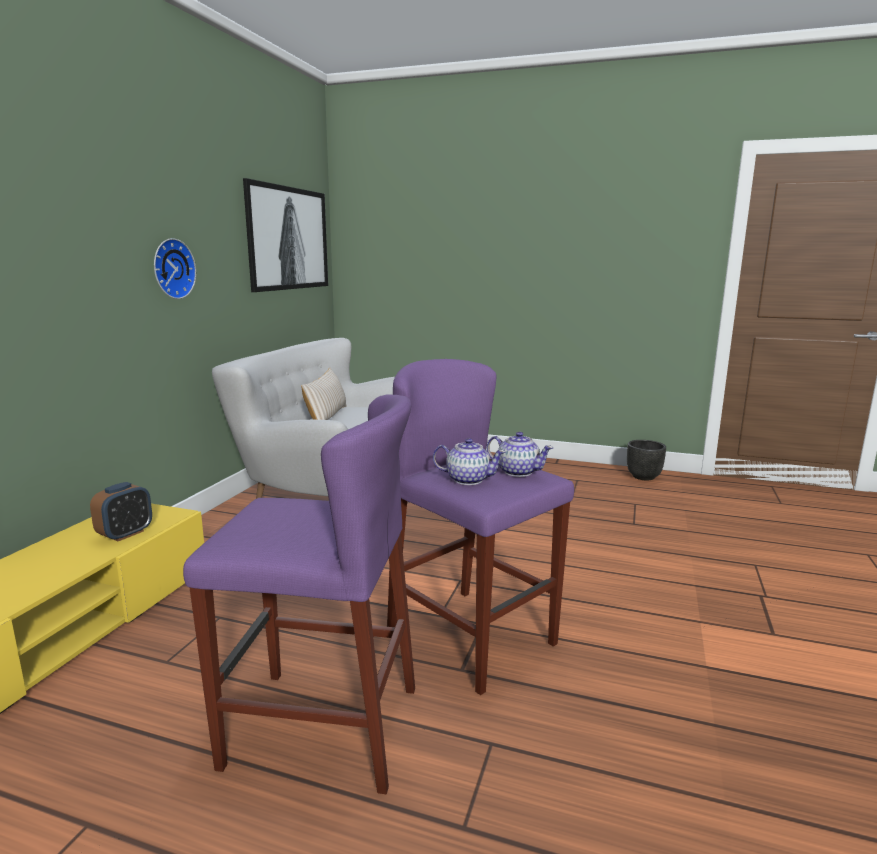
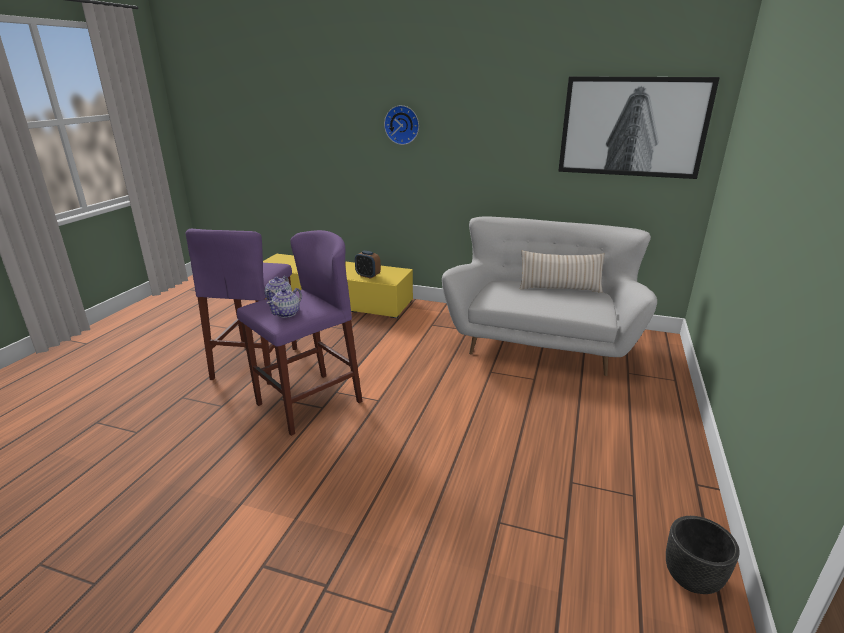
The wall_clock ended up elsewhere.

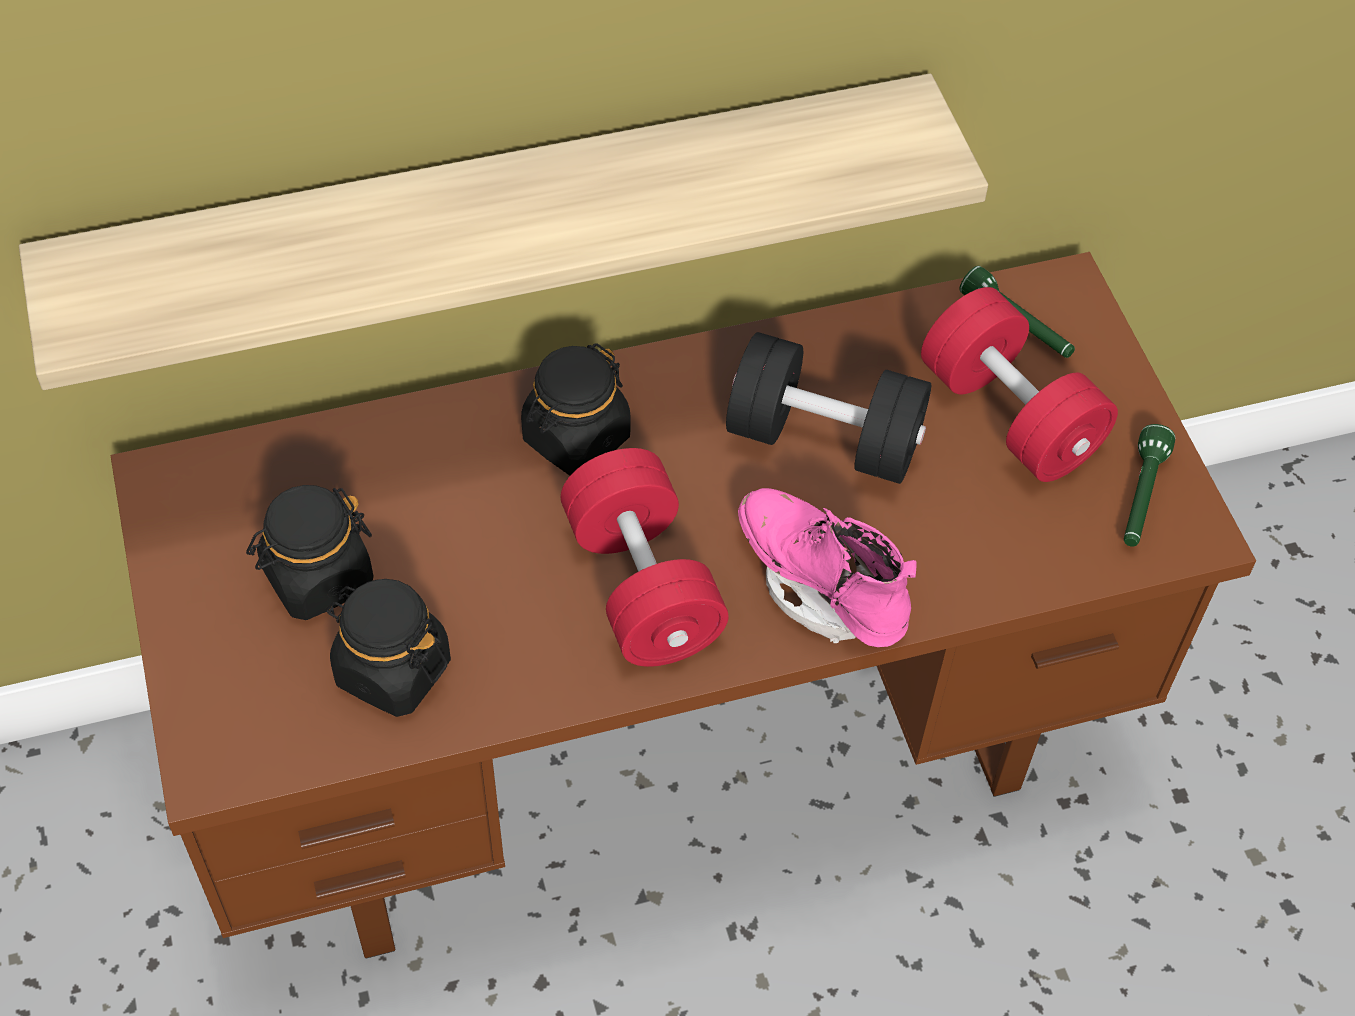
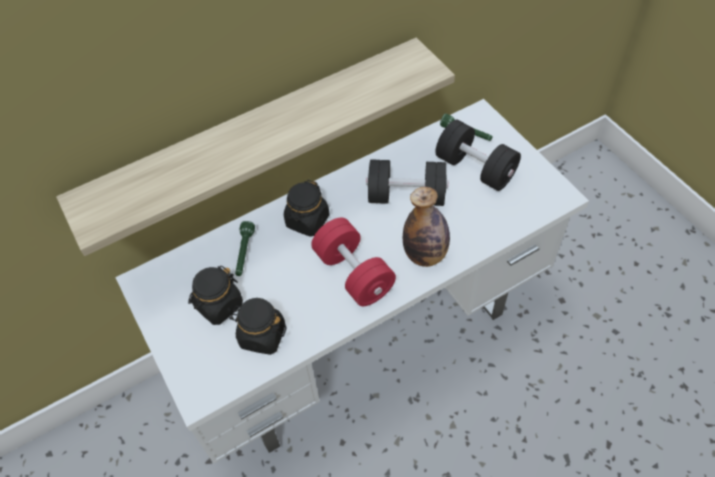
What was the brown_desk turned into the white_desk. What was the red_dumbbell (2nd from left) turned into the black_dumbbell (2nd from left). The green_flashlight (2nd from left in the first image) ended up elsewhere. Where the pink_boot stood, the bottle came to stand.

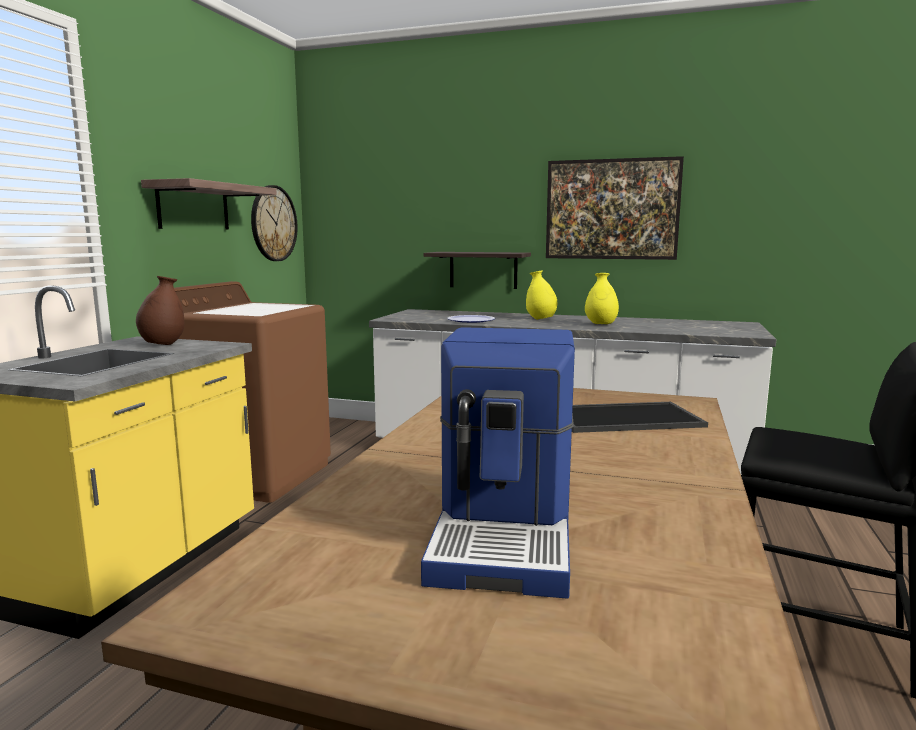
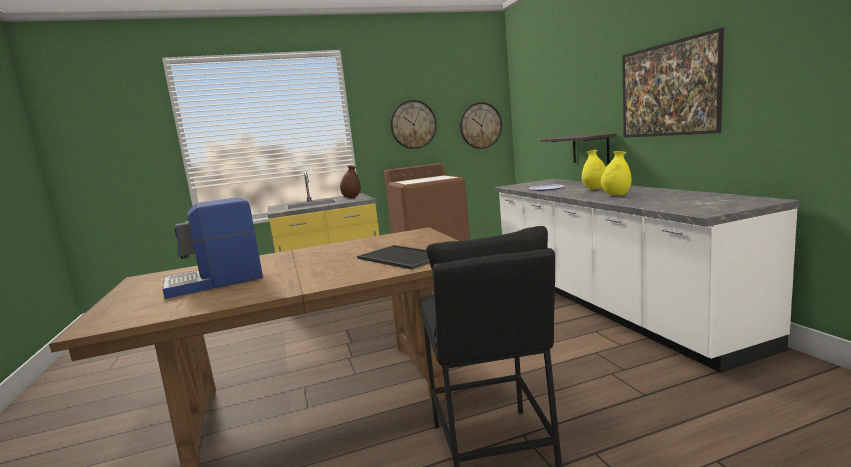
Where the shelf (1st from left) hung, the wall_clock (1st from left) came to hang.

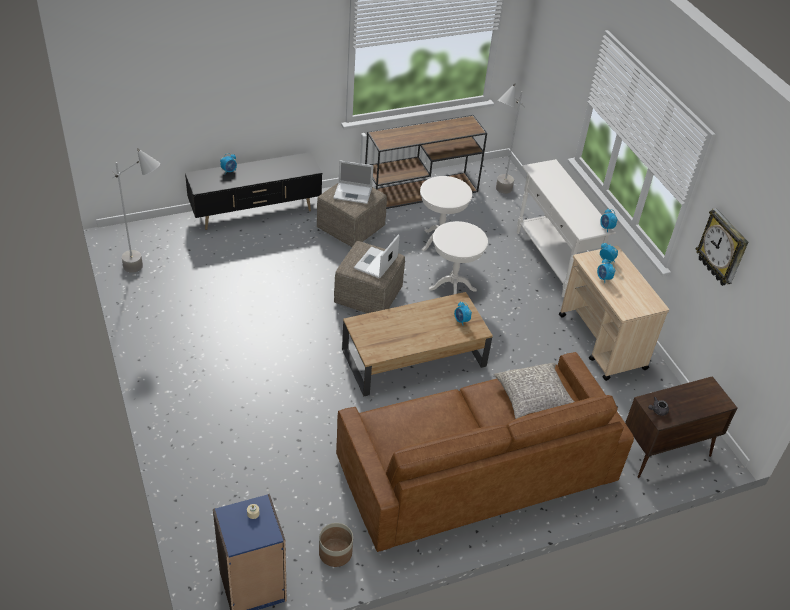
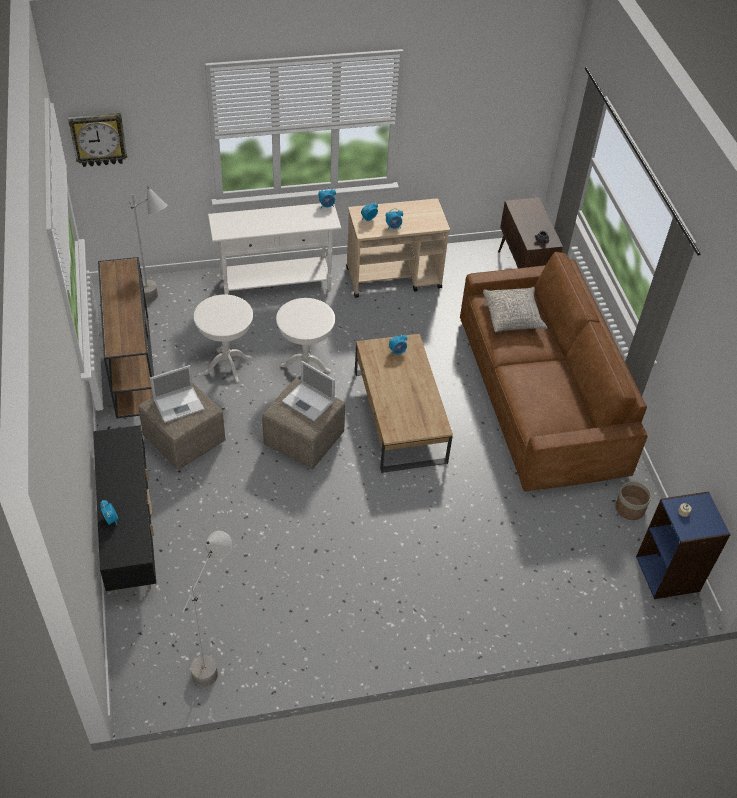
The laptop (1st from left) ended up facing another way, 45 degrees clockwise from before. The wall_clock ended up elsewhere.

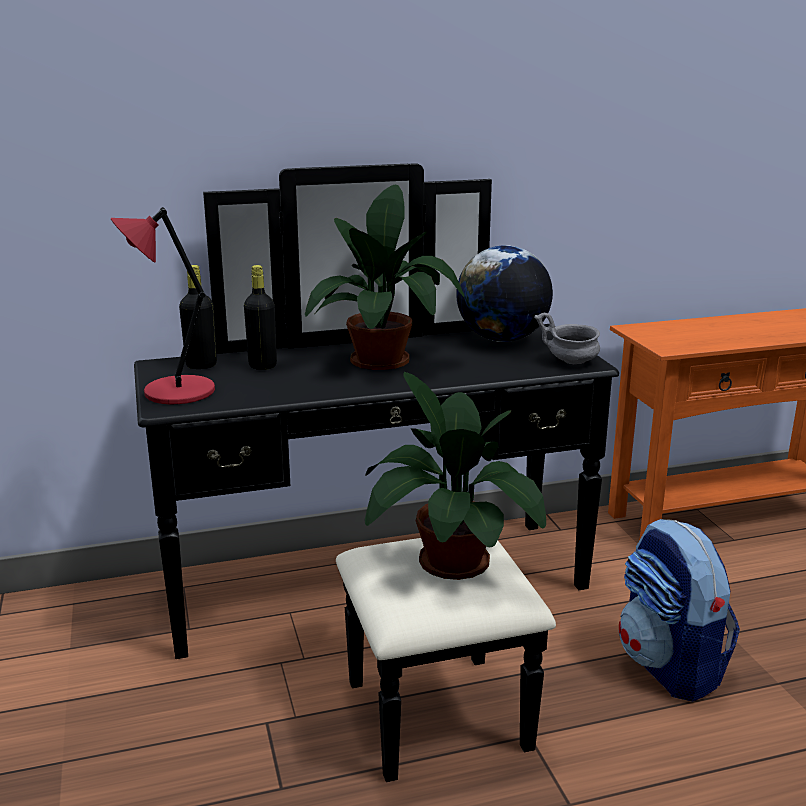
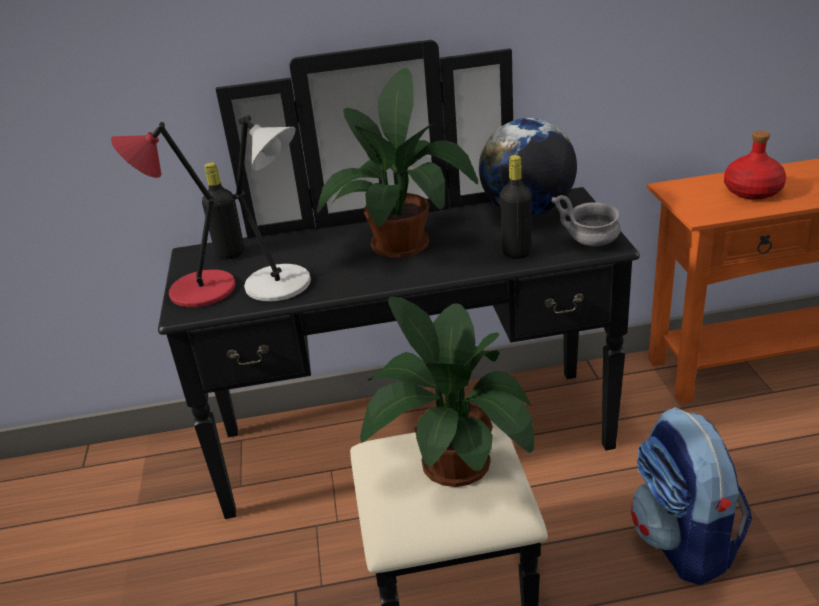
The black_bottle (2nd from left) ended up elsewhere. The second view gained the grey_table_lamp. The second view gained the red_bottle.

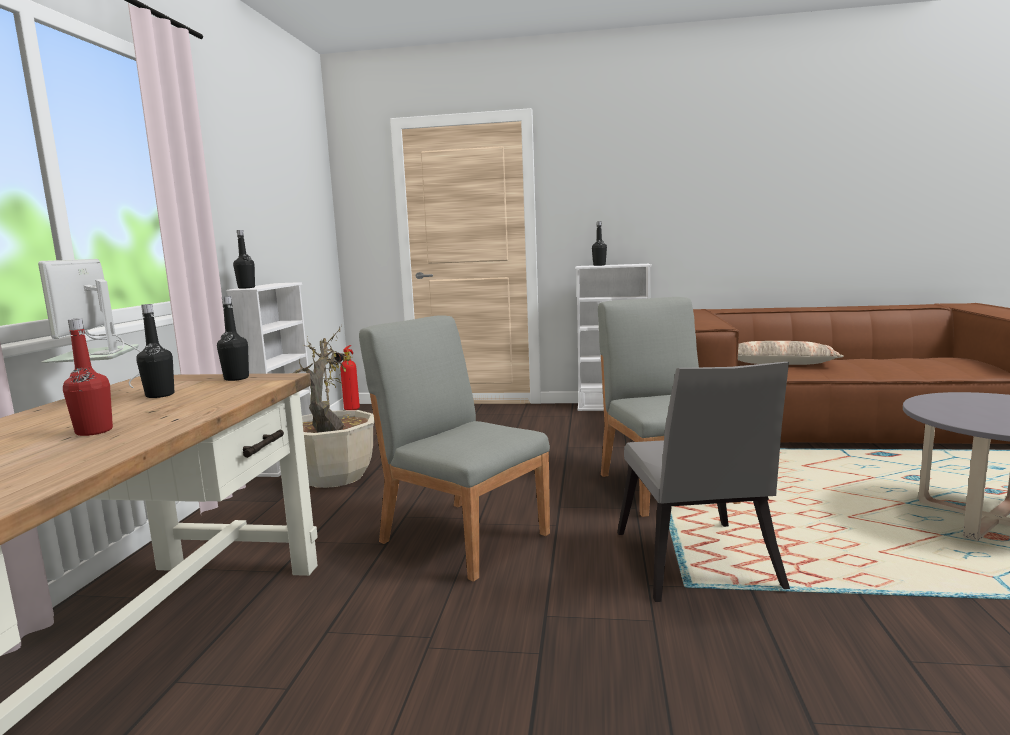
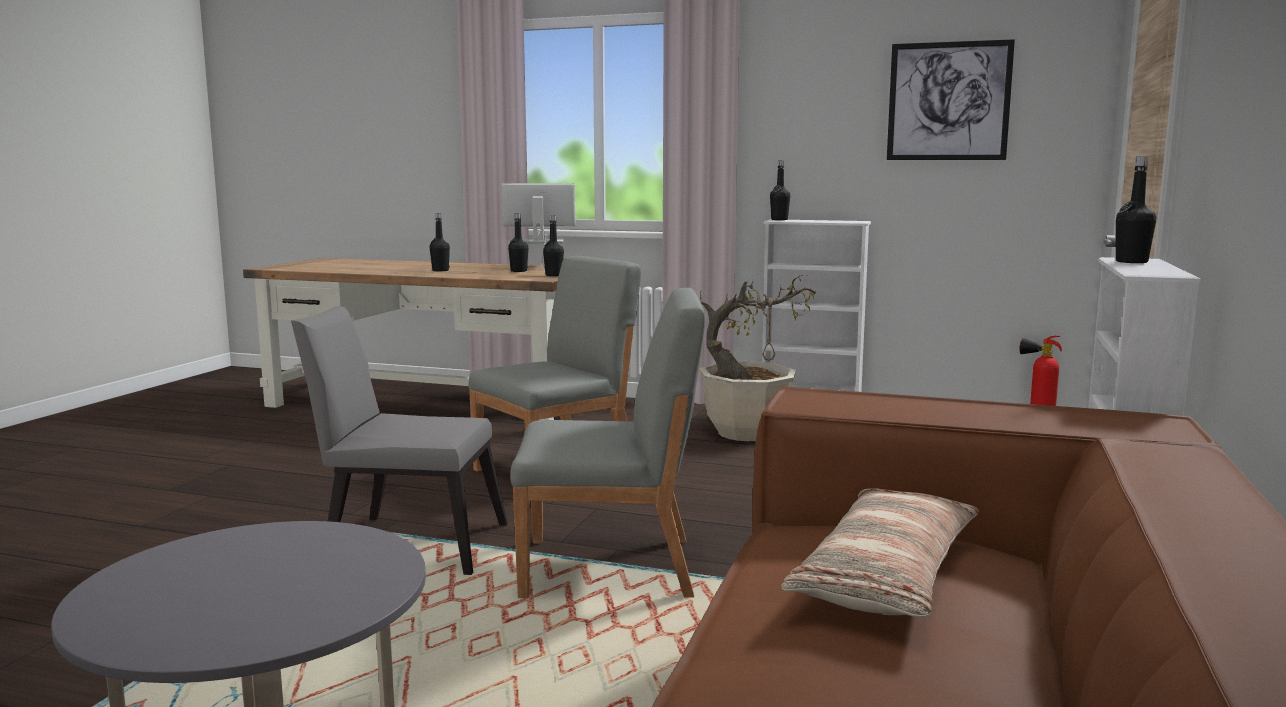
What was the red_bottle turned into the black_bottle (1st from left). The second view gained the picture.

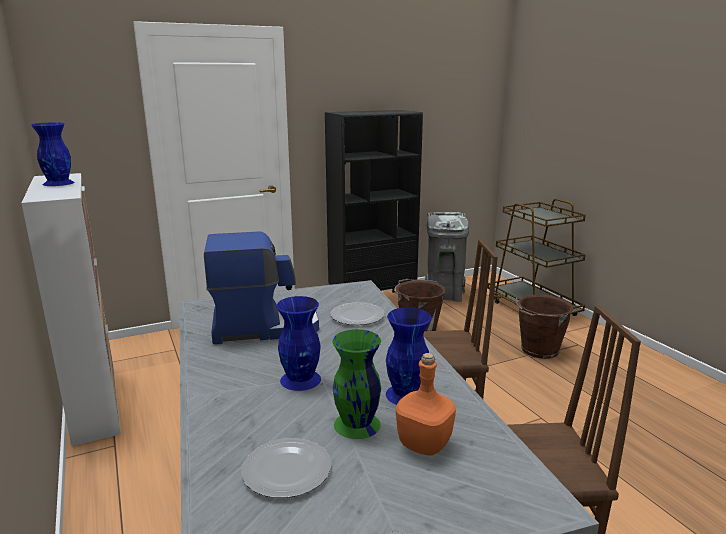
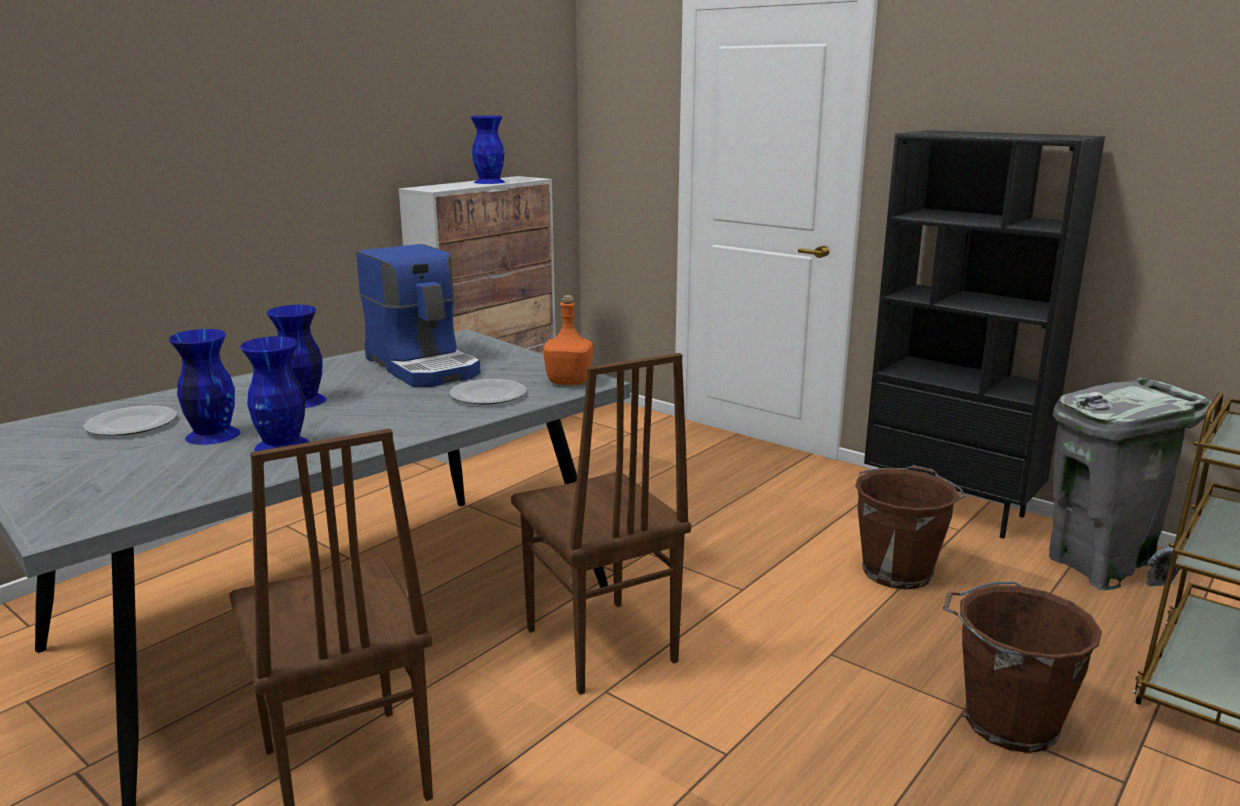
What was the green_vase turned into the blue_vase (1st from left). The orange_bottle ended up elsewhere.

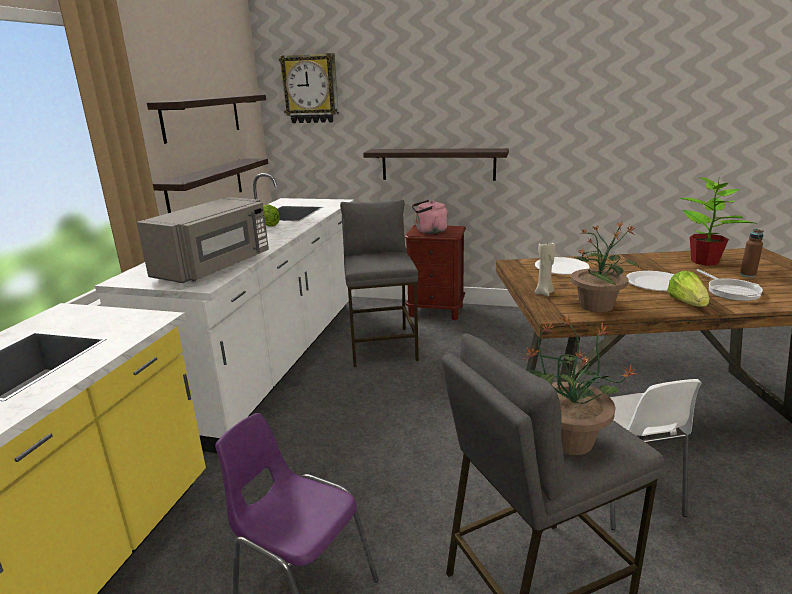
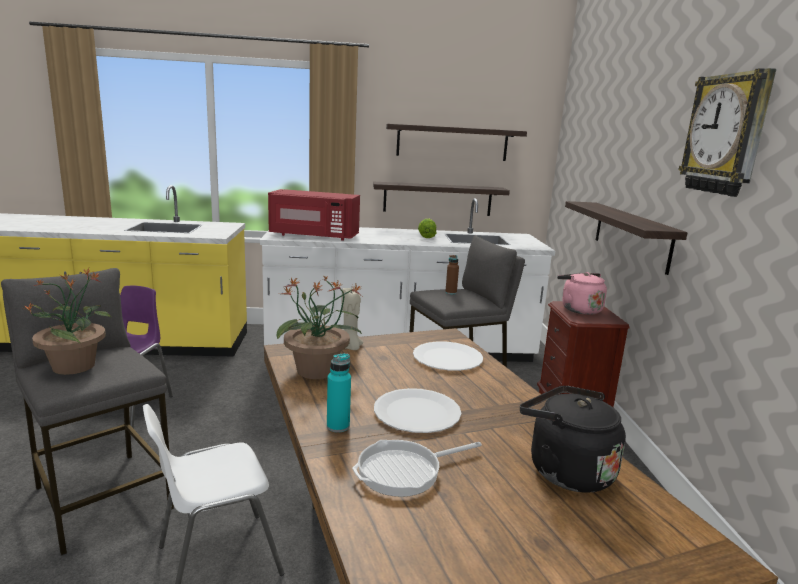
The wall_clock ended up elsewhere. Where the potted_plant (3rd from left) stood, the black_kettle came to stand. What was the grey_microwave turned into the red_microwave. The brown_bottle ended up elsewhere. Where the lettuce (2nd from left) stood, the turquoise_bottle came to stand.

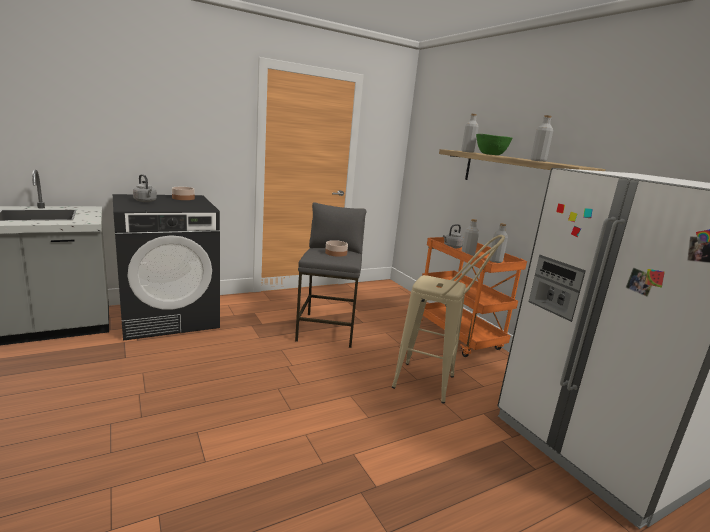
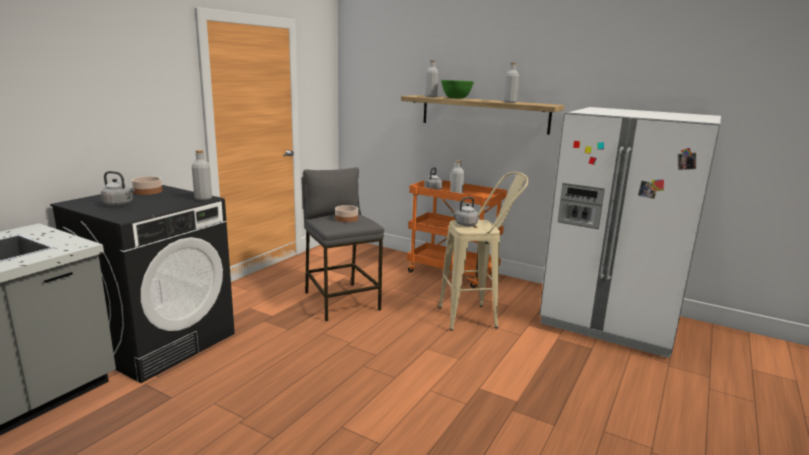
The grey_bottle (3rd from left in the first image) ended up elsewhere. The second view gained the grey_kettle (3rd from left).

